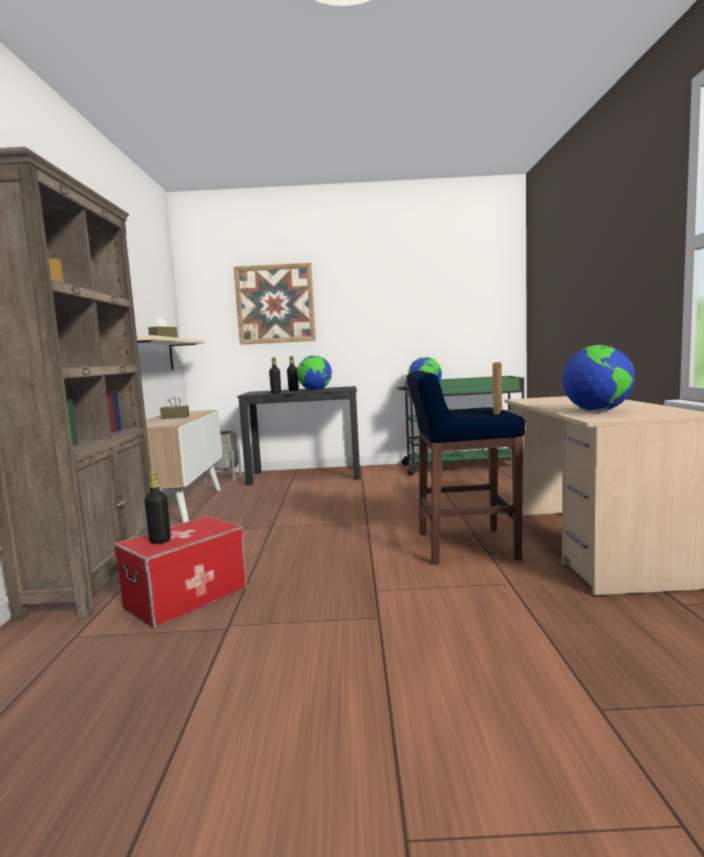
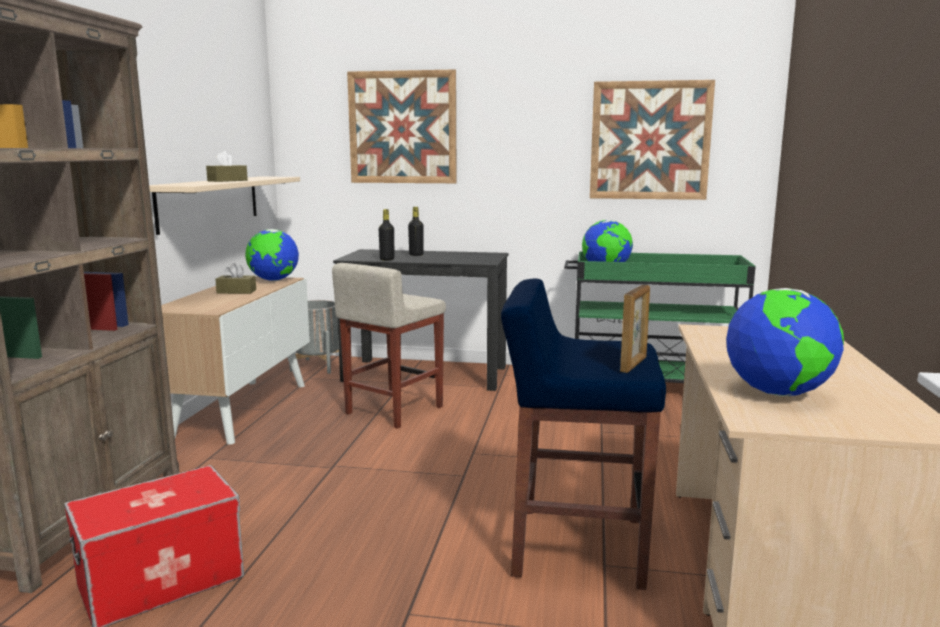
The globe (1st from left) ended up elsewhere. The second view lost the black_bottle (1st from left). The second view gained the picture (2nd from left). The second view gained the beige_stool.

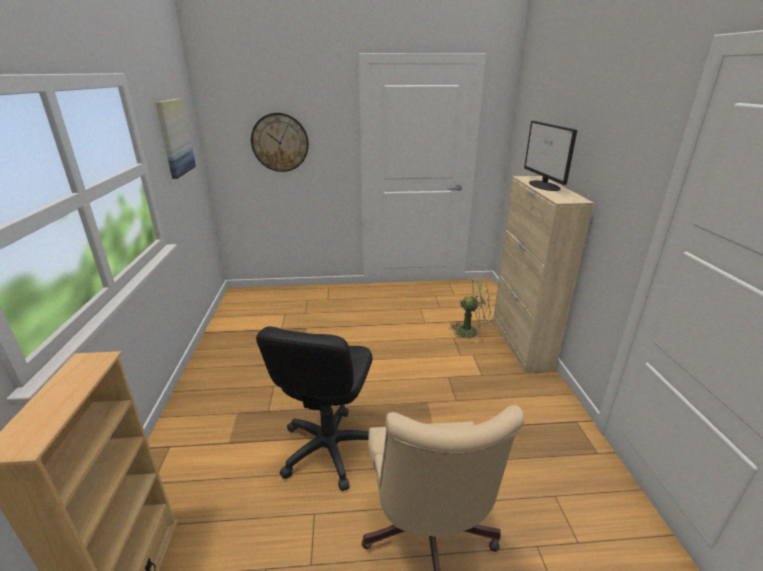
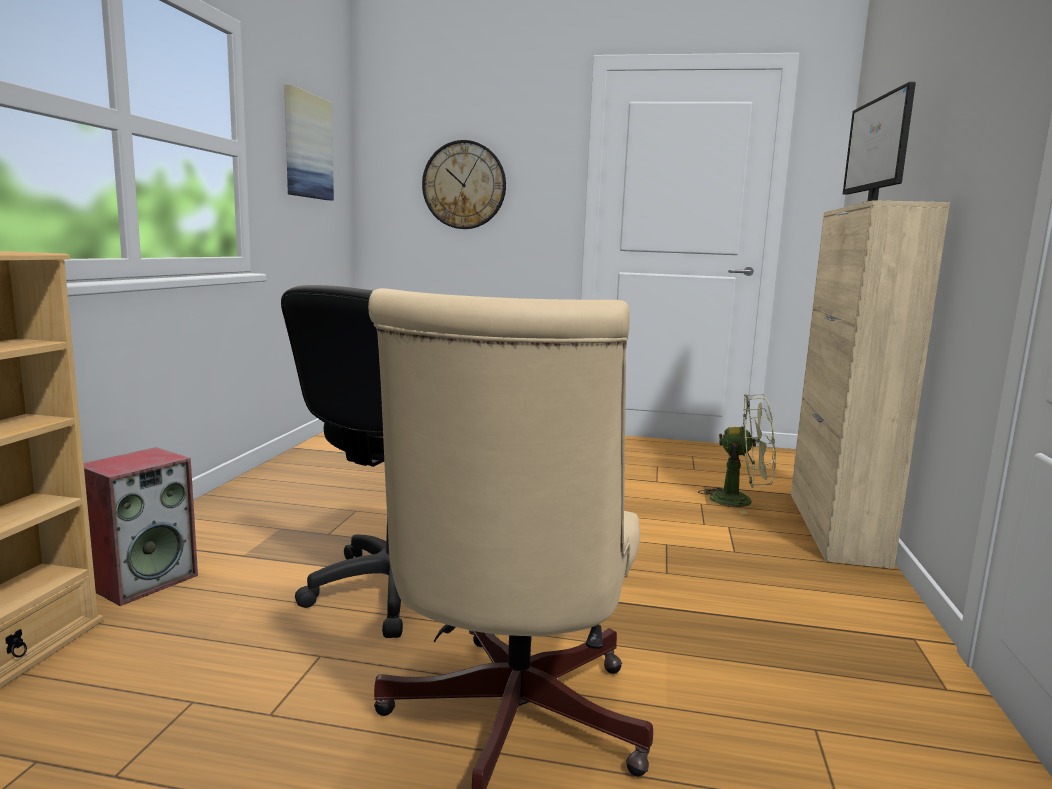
The second view gained the speaker.

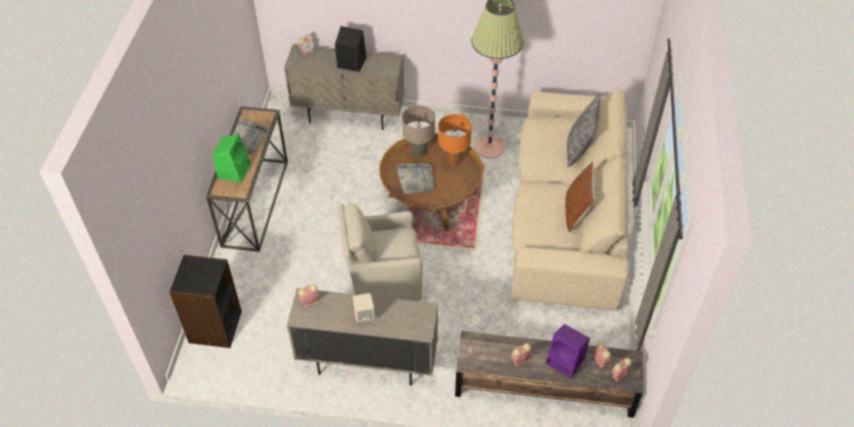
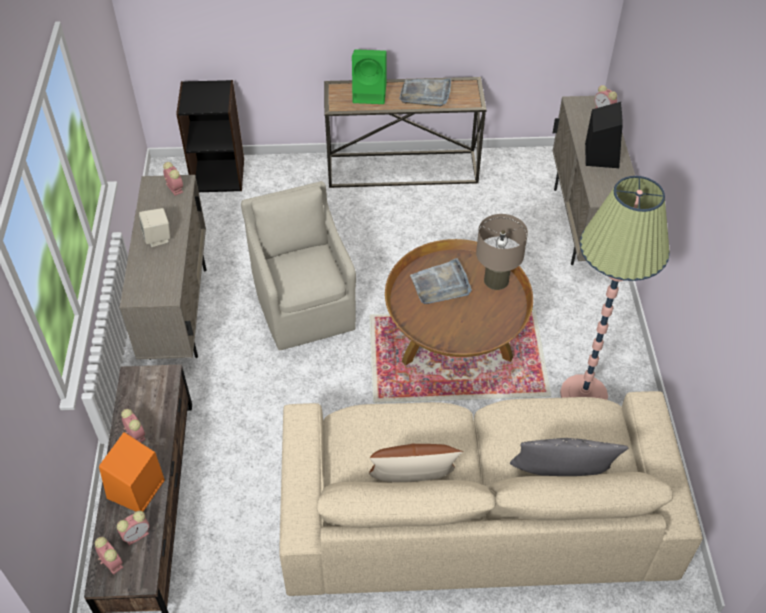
The second view lost the orange_table_lamp. What was the purple_speaker turned into the orange_speaker.

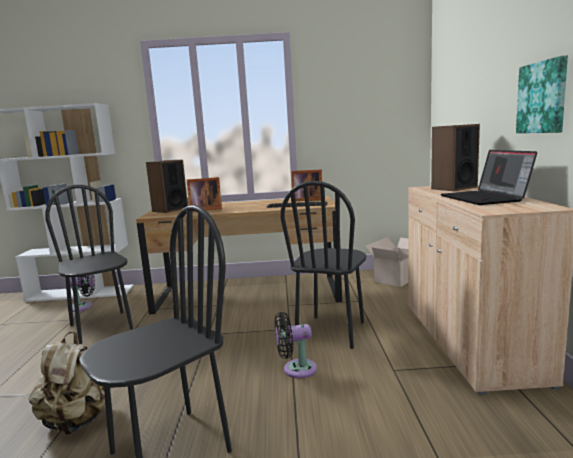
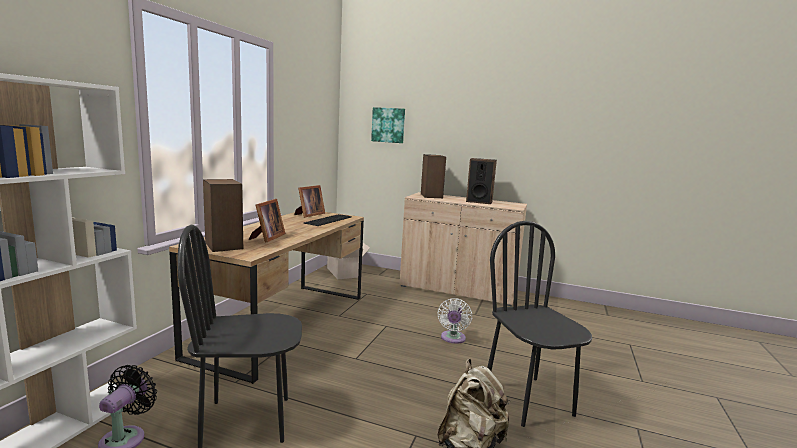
The picture ended up elsewhere. Where the laptop stood, the speaker (3rd from left) came to stand. The second view lost the black_chair (3rd from left). What was the black_fan (2nd from left) turned into the white_fan.

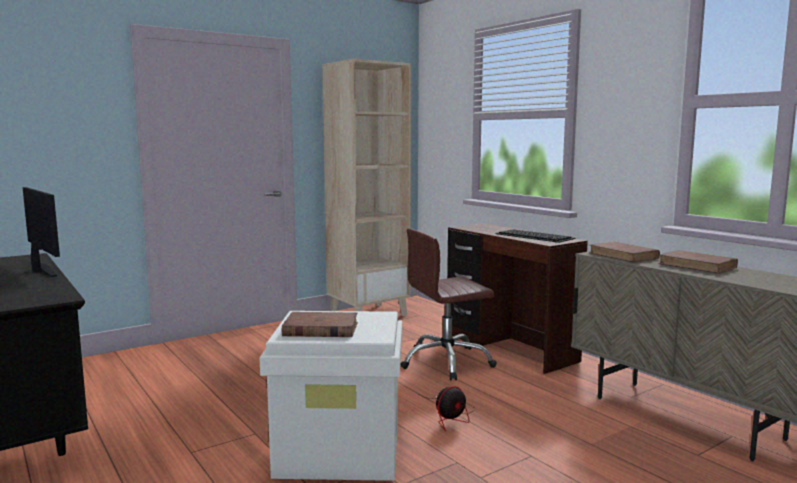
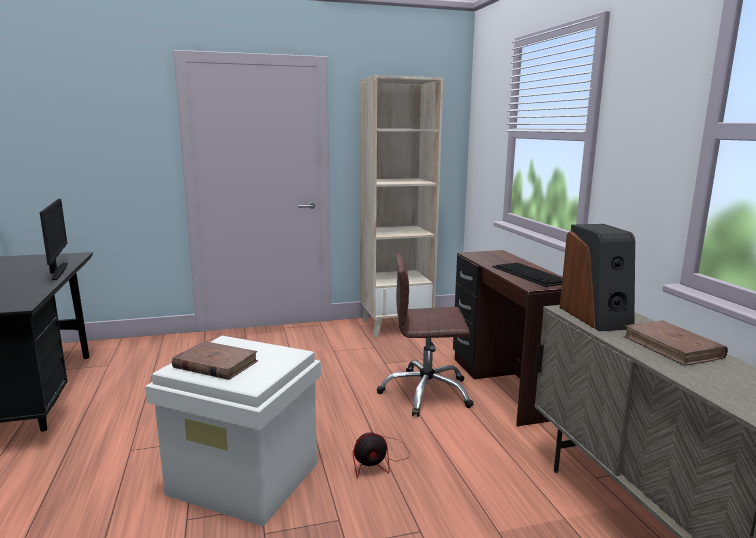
Where the brown_book (2nd from left) stood, the speaker came to stand.

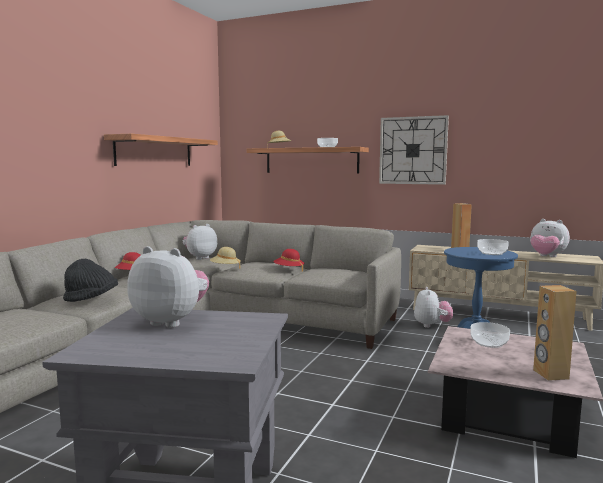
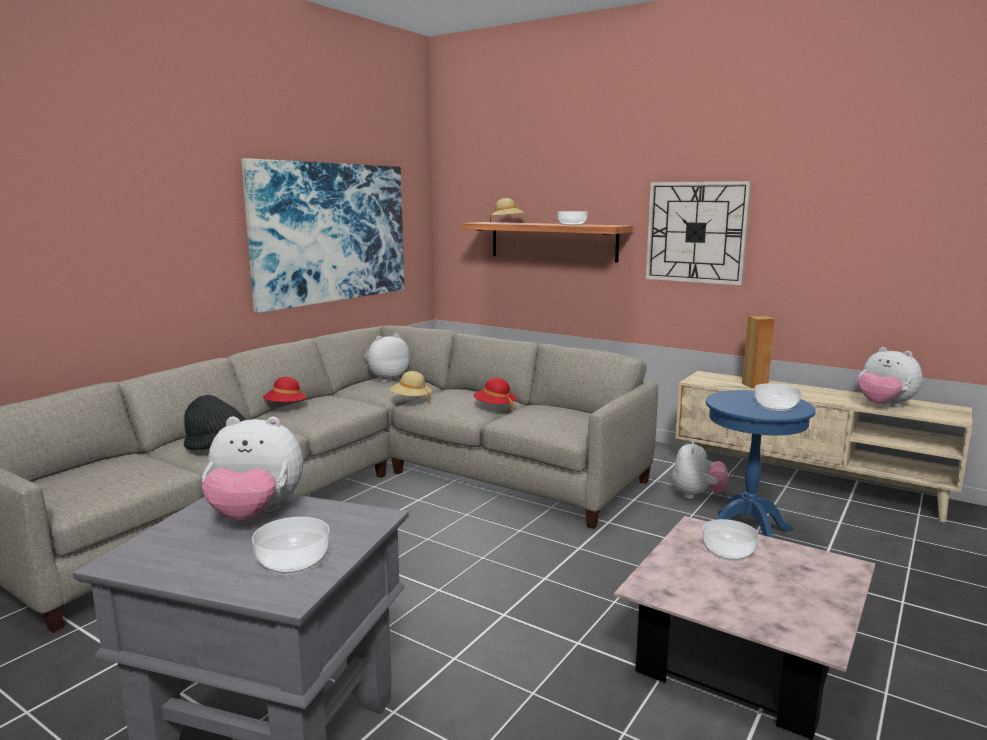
Where the shelf (1st from left) hung, the picture came to hang. The plush_toy (1st from left) ended up facing another way, 150 degrees clockwise from before. The second view lost the brown_speaker (2nd from left). The second view gained the bowl (1st from left).

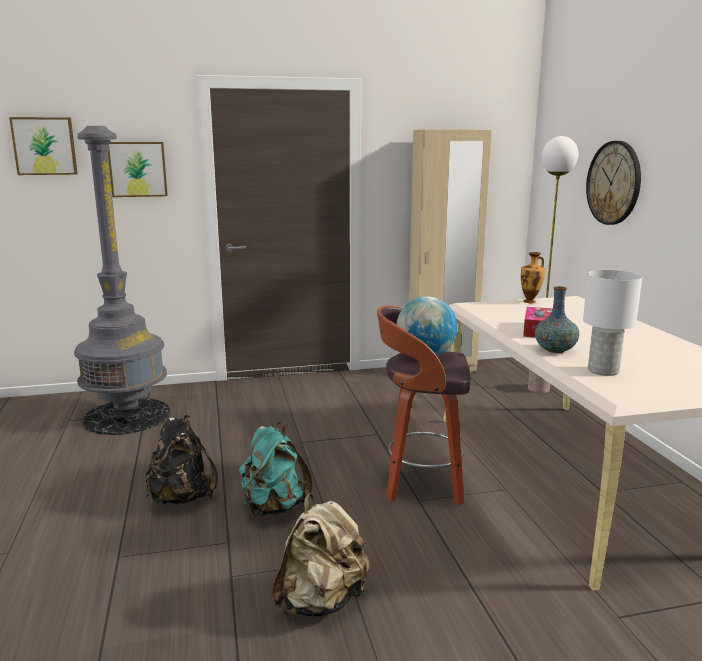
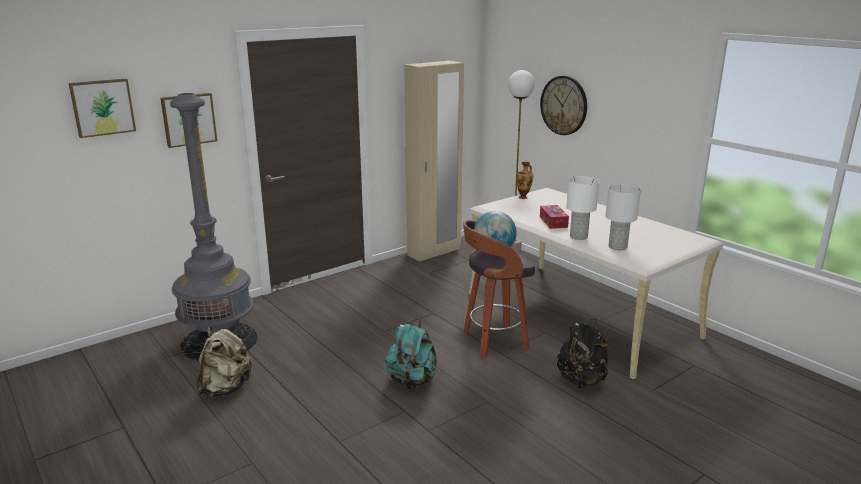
Where the vase (2nd from left) stood, the white_table_lamp (1st from left) came to stand. The black_backpack ended up elsewhere. The beige_backpack ended up elsewhere.

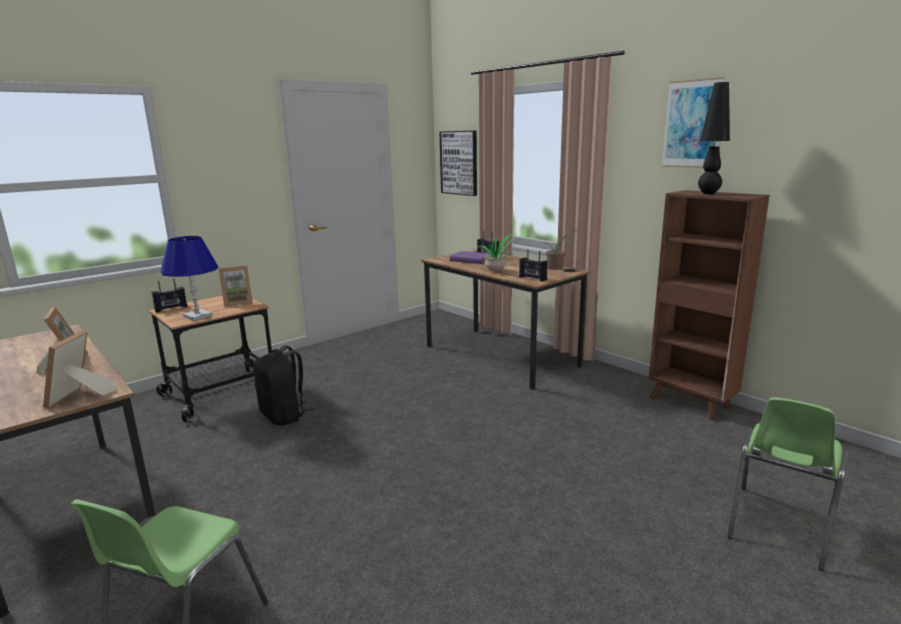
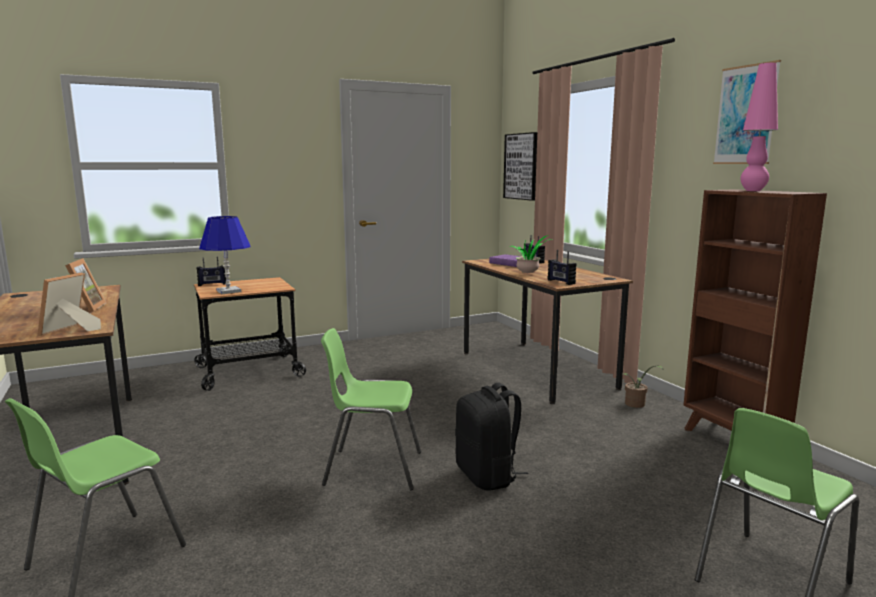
What was the black_table_lamp turned into the pink_table_lamp. The potted_plant (2nd from left) ended up elsewhere. The second view lost the picture_frame (3rd from left). The black_backpack ended up elsewhere. The second view gained the green_chair (2nd from left).

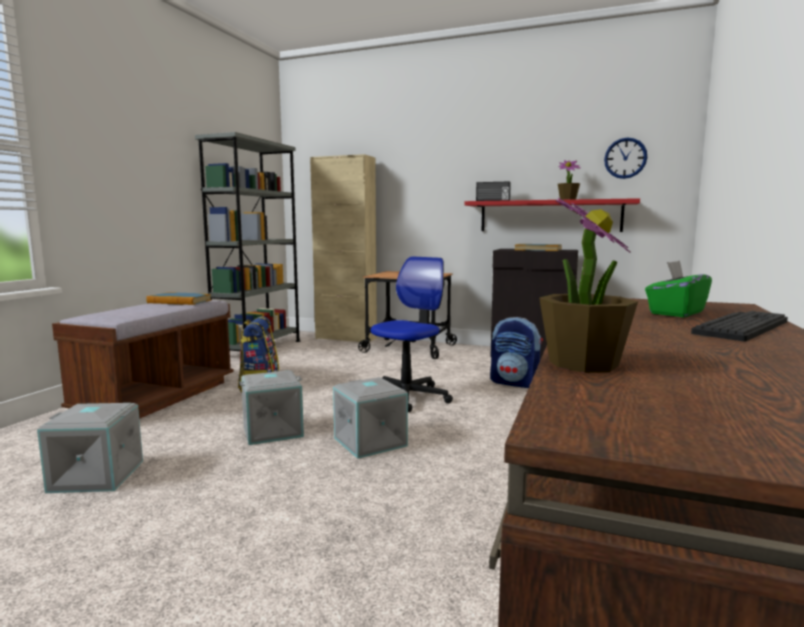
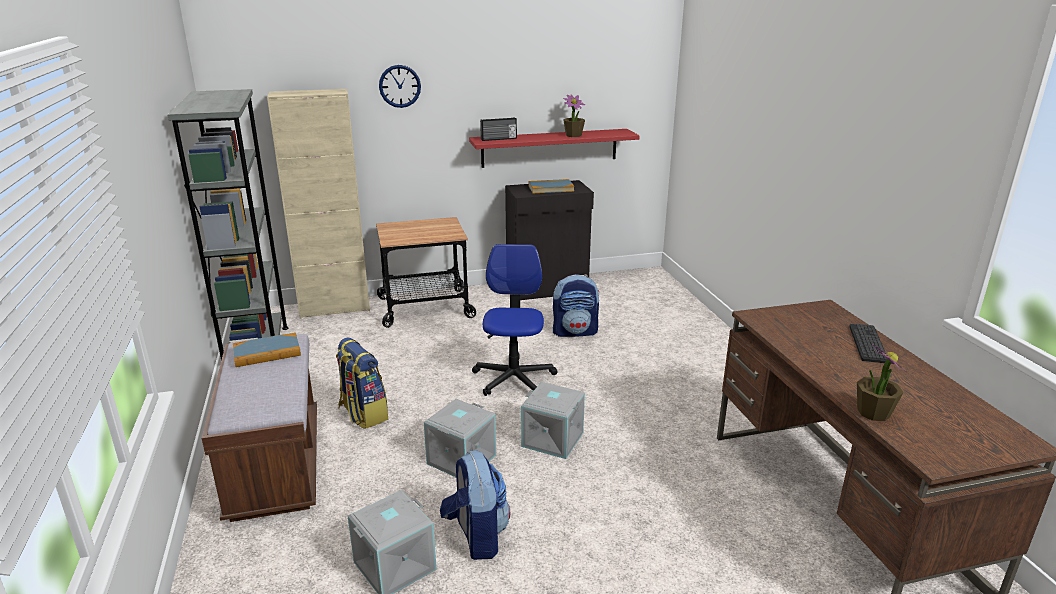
The wall_clock ended up elsewhere. The second view lost the green_tissue_box. The second view gained the backpack (2nd from left).

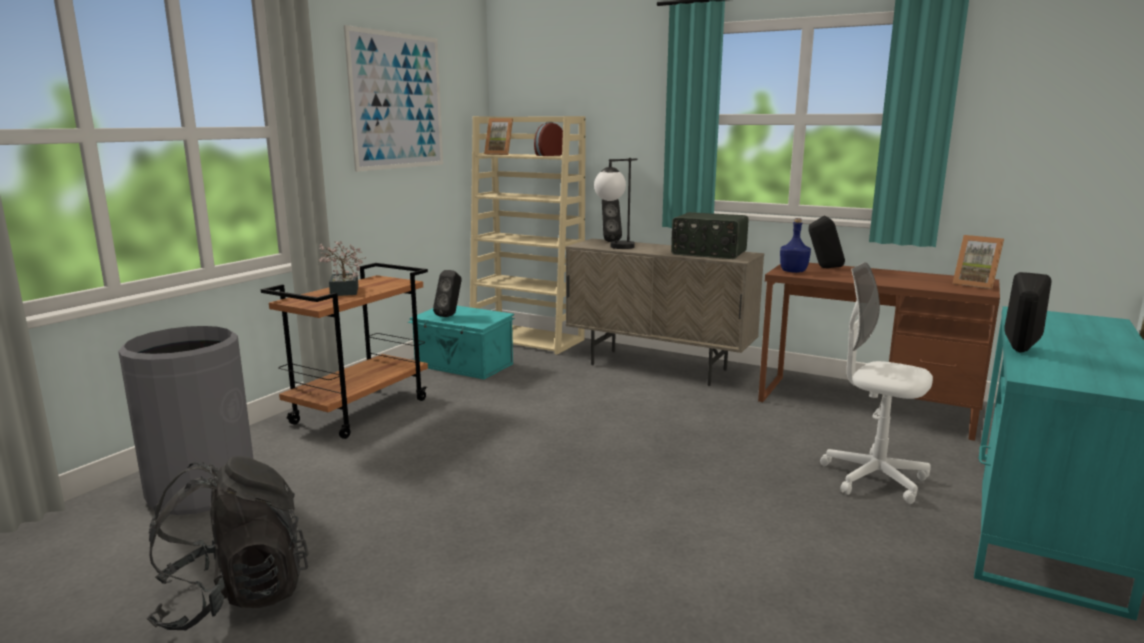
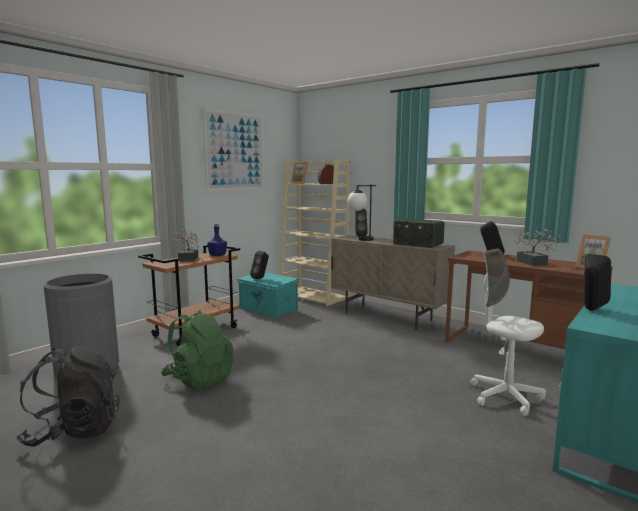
The blue_bottle ended up elsewhere. The second view gained the potted_plant (2nd from left). The second view gained the green_backpack.

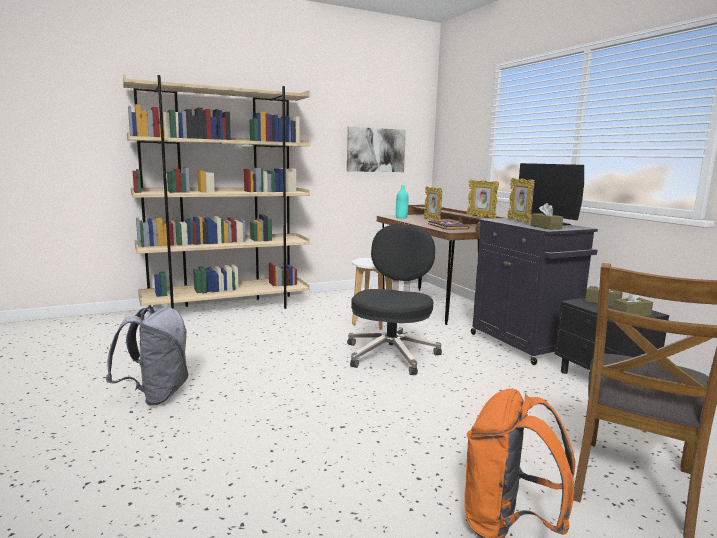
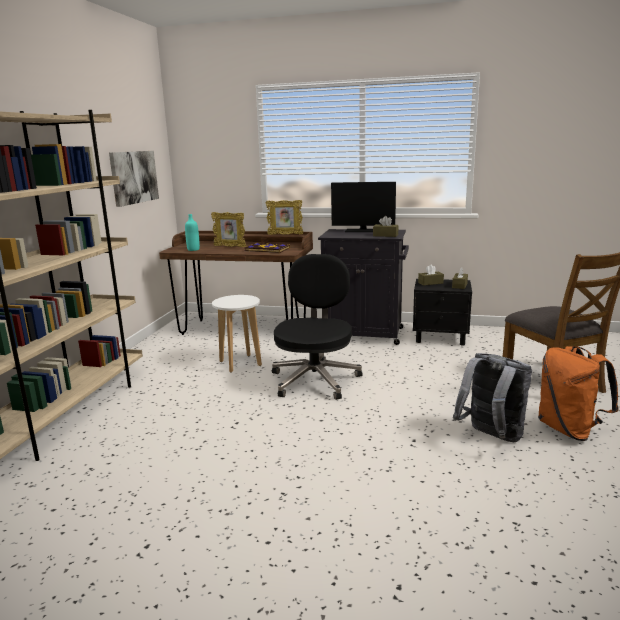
The second view lost the picture_frame (3rd from left). The black_office_chair ended up facing another way, 45 degrees clockwise from before. The grey_backpack ended up elsewhere.

